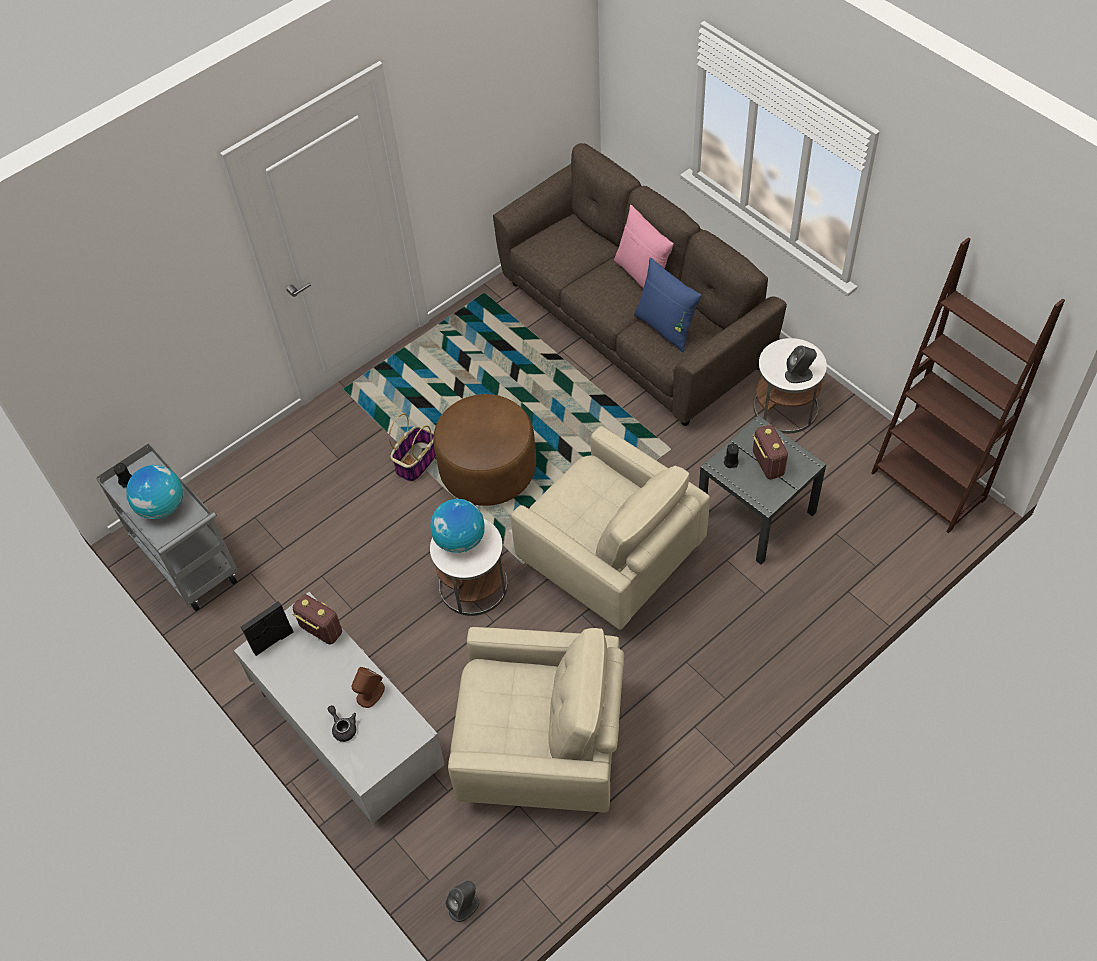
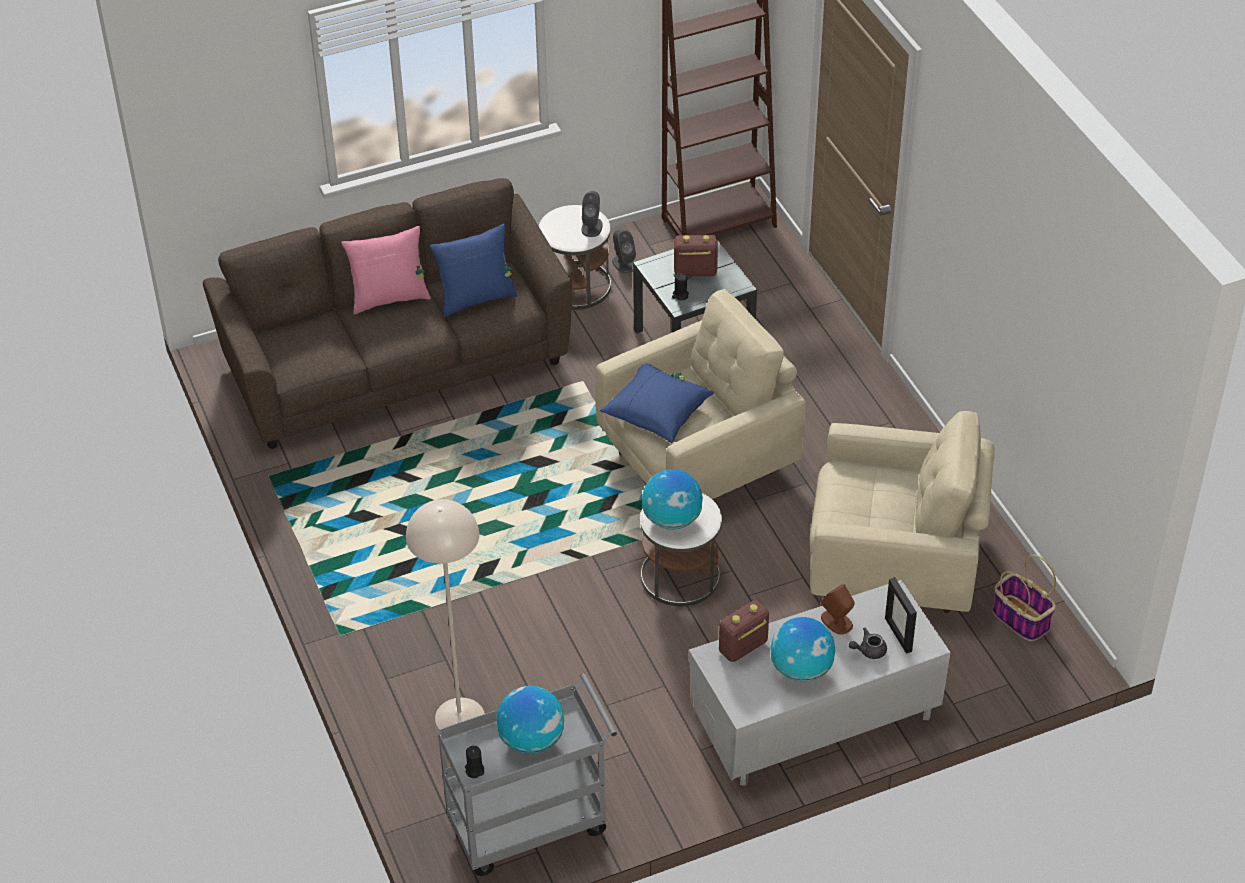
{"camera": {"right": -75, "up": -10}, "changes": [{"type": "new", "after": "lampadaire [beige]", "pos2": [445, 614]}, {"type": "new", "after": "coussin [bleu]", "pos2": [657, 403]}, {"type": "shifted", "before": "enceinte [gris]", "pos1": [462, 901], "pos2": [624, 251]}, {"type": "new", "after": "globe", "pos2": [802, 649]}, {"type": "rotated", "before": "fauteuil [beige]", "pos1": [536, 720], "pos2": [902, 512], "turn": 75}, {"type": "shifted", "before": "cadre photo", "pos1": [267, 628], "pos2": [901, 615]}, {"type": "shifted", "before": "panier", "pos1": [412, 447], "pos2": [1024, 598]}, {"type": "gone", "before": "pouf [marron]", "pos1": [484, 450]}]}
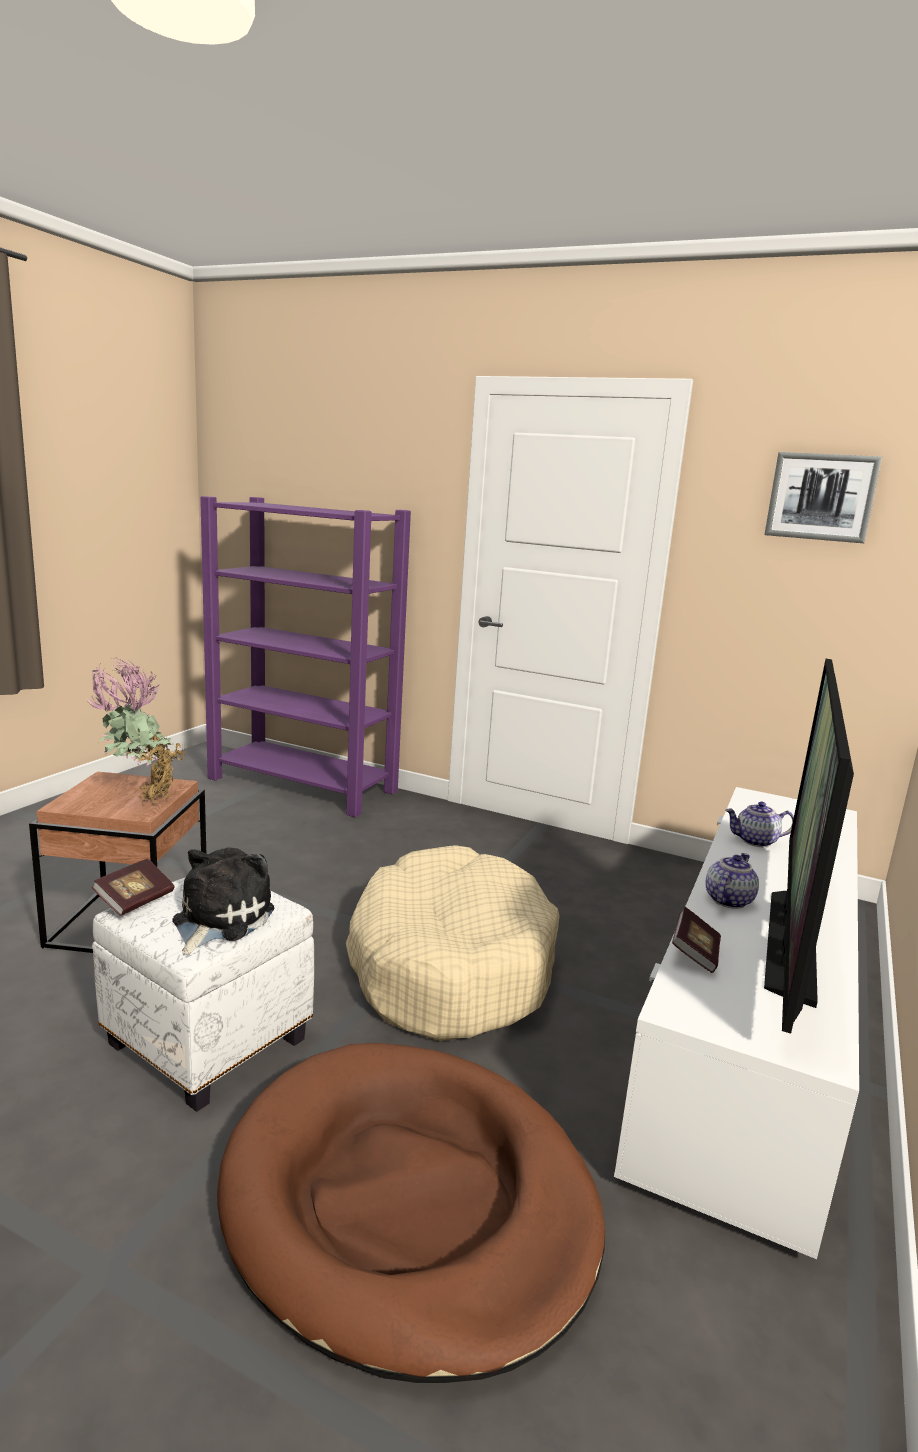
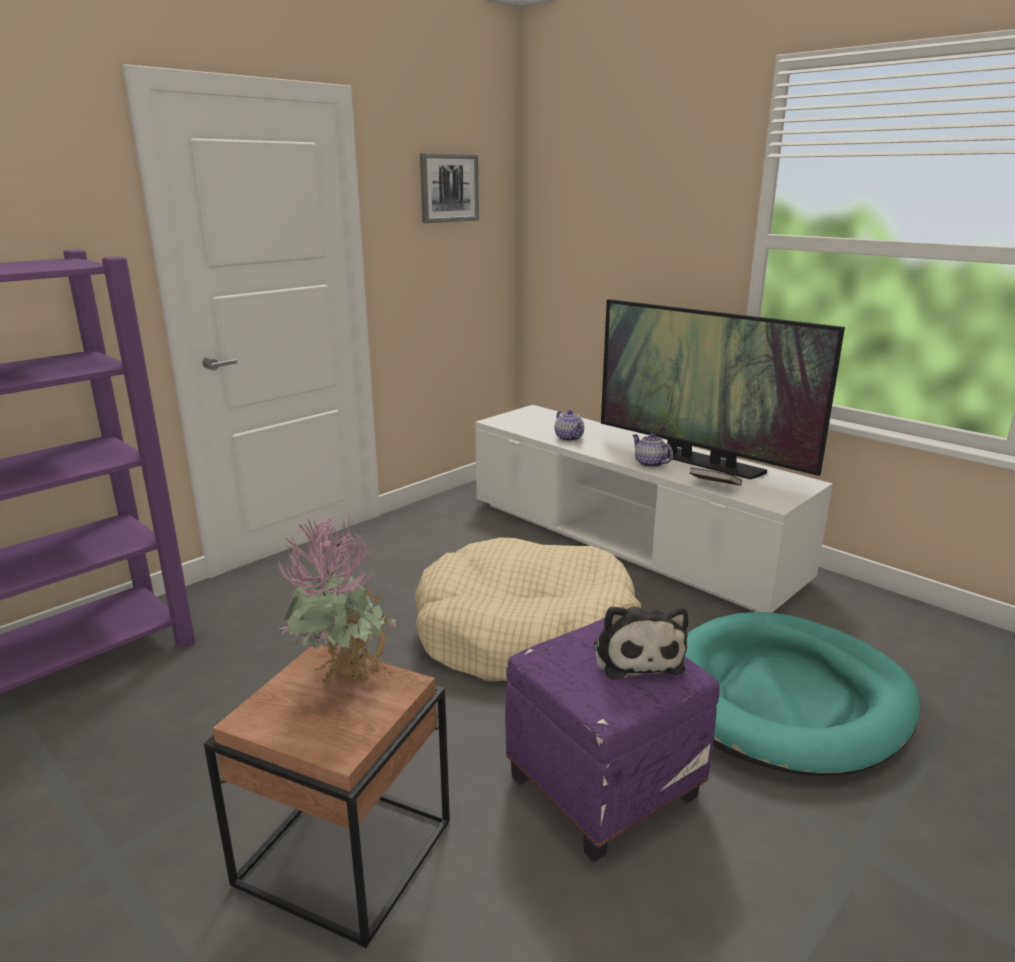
{"camera": {"right": -70, "up": 5}, "changes": [{"type": "repainted", "before": "pouf [blanc]", "after": "pouf [violet]", "pos1": [203, 994], "pos2": [612, 740]}, {"type": "rotated", "before": "théière", "pos1": [759, 824], "pos2": [569, 425], "turn": -45}, {"type": "rotated", "before": "peluche", "pos1": [223, 901], "pos2": [641, 643], "turn": -135}, {"type": "repainted", "before": "panier pour chien [marron]", "after": "panier pour chien [turquoise]", "pos1": [411, 1213], "pos2": [802, 694]}, {"type": "gone", "before": "livre", "pos1": [133, 887]}]}
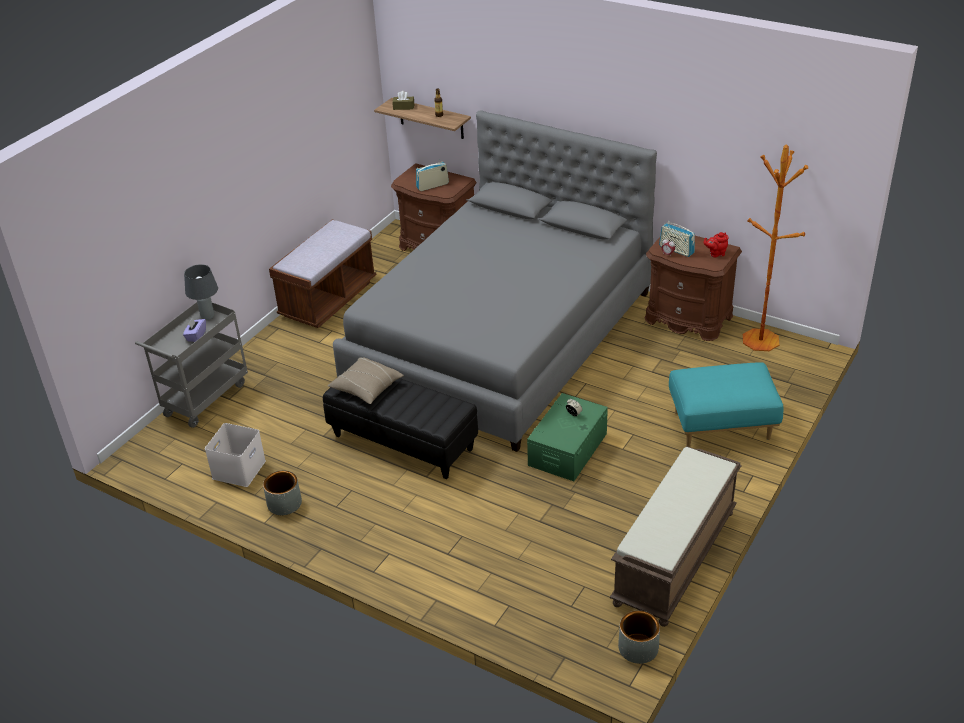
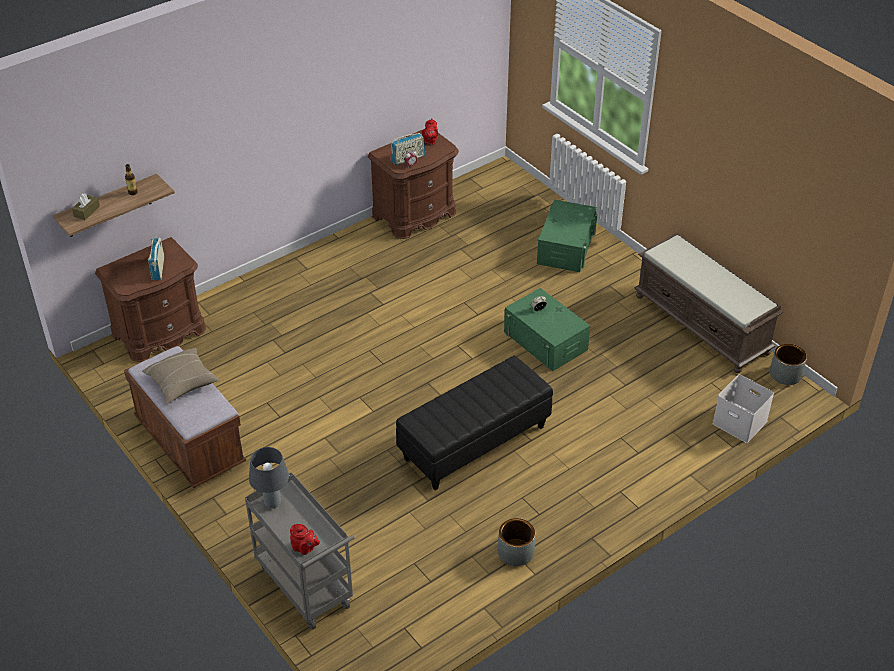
{"camera": {"right": -70, "up": 5}, "changes": [{"type": "shifted", "before": "coussin [beige]", "pos1": [365, 380], "pos2": [181, 375]}, {"type": "new", "after": "théière [rouge]", "pos2": [305, 539]}, {"type": "swapped", "before": "pouf [turquoise]", "after": "boîte de rangement [vert]", "pos1": [726, 404], "pos2": [567, 236]}, {"type": "shifted", "before": "boîte de rangement [blanc]", "pos1": [235, 455], "pos2": [743, 408]}, {"type": "gone", "before": "boîte à mouchoirs [violet]", "pos1": [194, 329]}, {"type": "gone", "before": "lit [gris]", "pos1": [495, 281]}, {"type": "gone", "before": "portant [orange]", "pos1": [775, 248]}]}
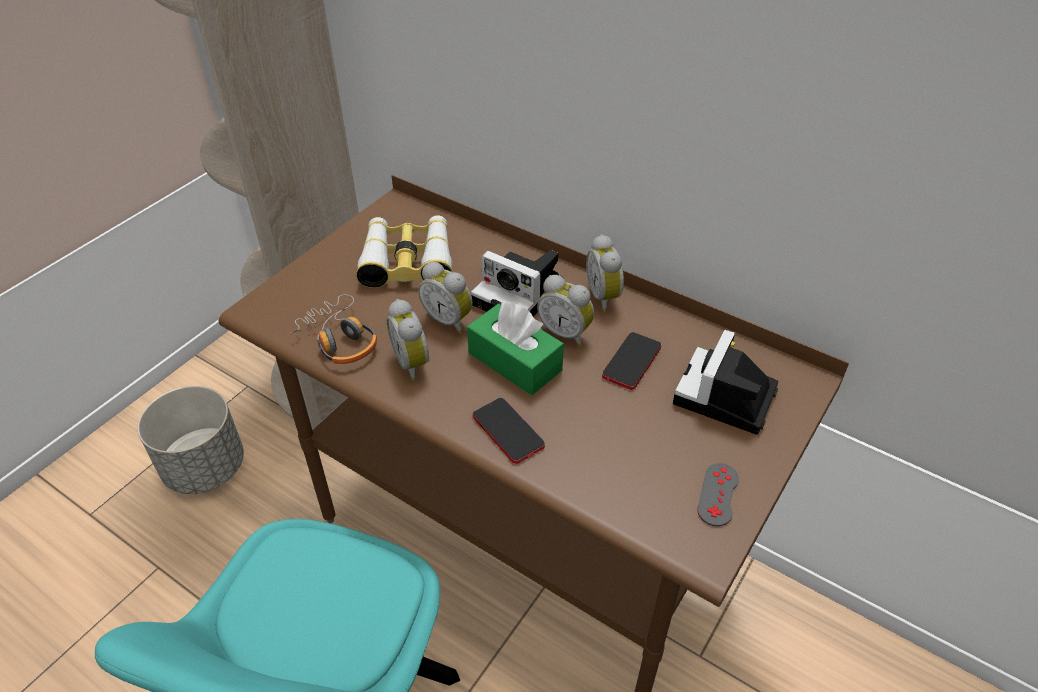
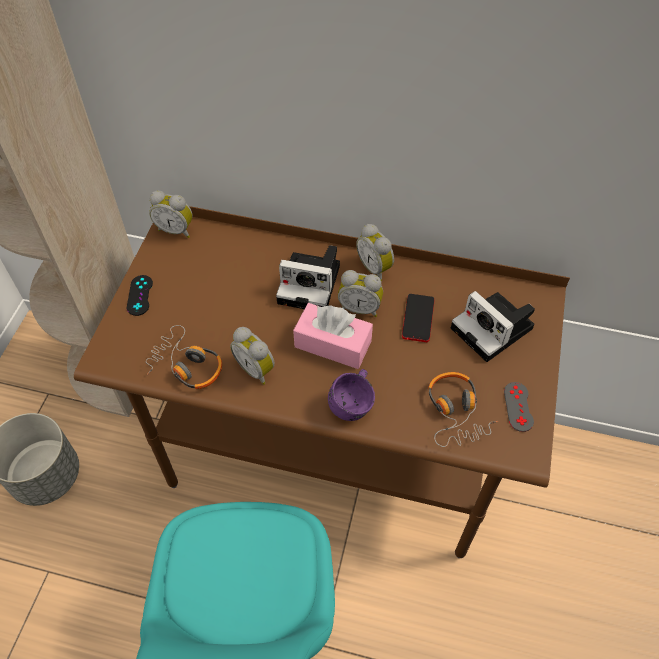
{"camera": {"right": -20, "up": 10}, "changes": [{"type": "new", "after": "manette [noir]", "pos2": [140, 295]}, {"type": "shifted", "before": "réveil", "pos1": [445, 298], "pos2": [171, 214]}, {"type": "repainted", "before": "boîte à mouchoirs [vert]", "after": "boîte à mouchoirs [rose]", "pos1": [515, 348], "pos2": [333, 336]}, {"type": "swapped", "before": "téléphone", "after": "mug [violet]", "pos1": [509, 431], "pos2": [351, 395]}, {"type": "new", "after": "casque audio", "pos2": [463, 409]}, {"type": "rotated", "before": "appareil photo", "pos1": [725, 382], "pos2": [493, 326], "turn": -45}, {"type": "gone", "before": "jumelles", "pos1": [404, 251]}]}
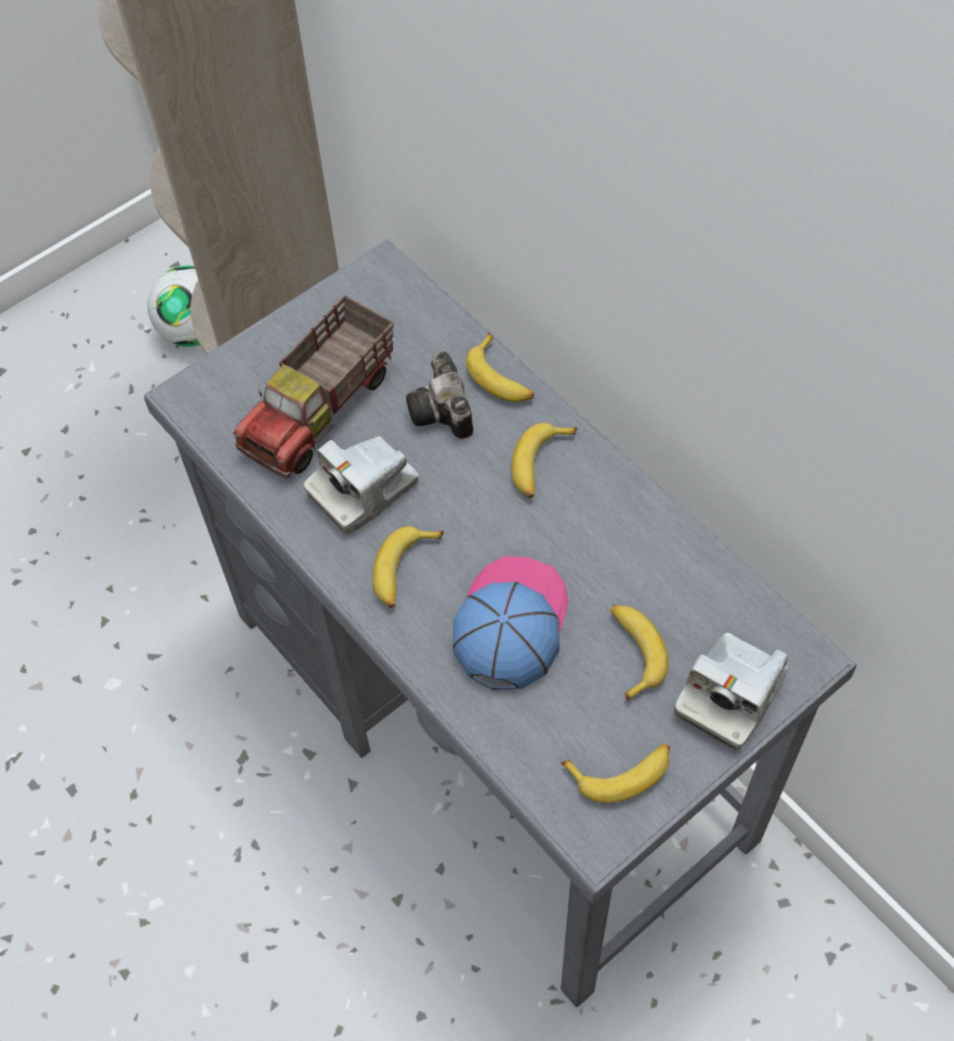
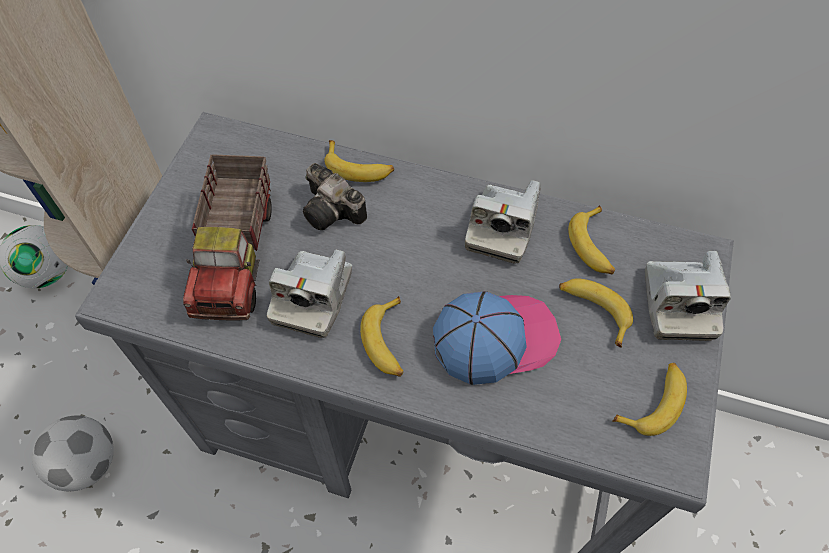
{"camera": {"right": -35, "up": 0}, "changes": [{"type": "new", "after": "ballon de foot", "pos2": [73, 453]}, {"type": "rotated", "before": "casquette", "pos1": [510, 623], "pos2": [497, 338], "turn": 90}, {"type": "new", "after": "appareil photo", "pos2": [503, 222]}, {"type": "shifted", "before": "banane", "pos1": [544, 460], "pos2": [591, 239]}]}
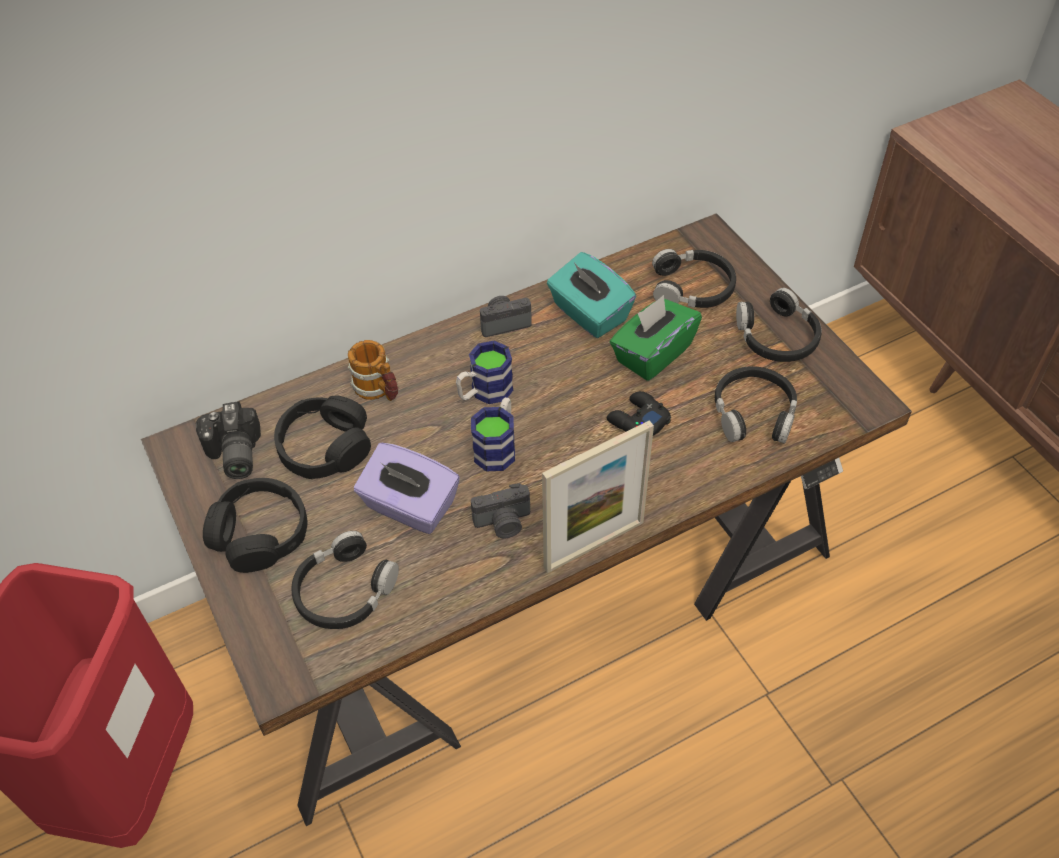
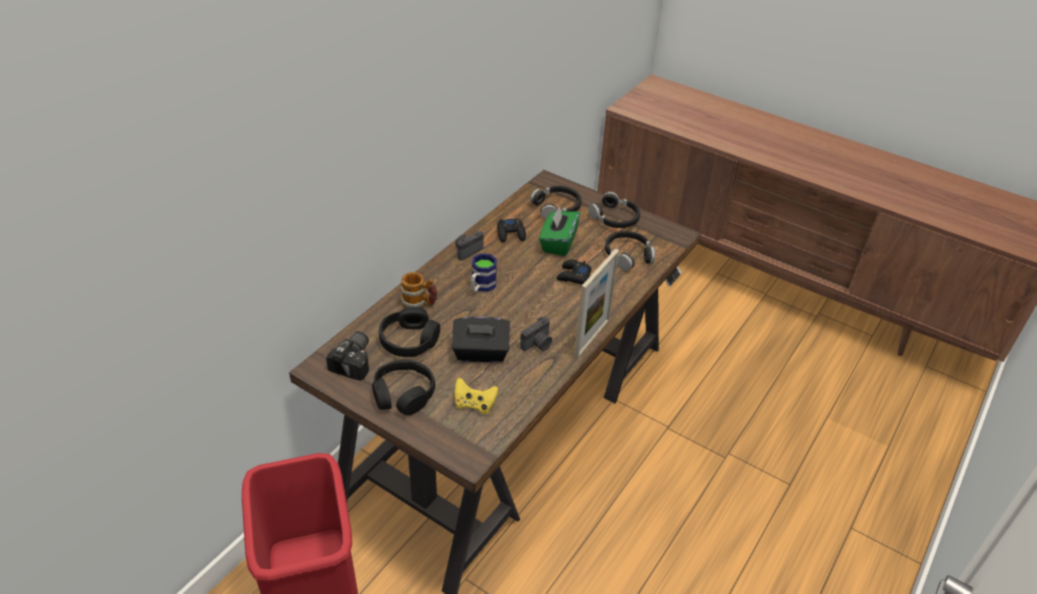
{"camera": {"right": -30, "up": -10}, "changes": [{"type": "rotated", "before": "appareil photo", "pos1": [228, 440], "pos2": [347, 356], "turn": -120}, {"type": "repainted", "before": "boîte à mouchoirs [violet]", "after": "boîte à mouchoirs [noir]", "pos1": [407, 488], "pos2": [481, 339]}, {"type": "swapped", "before": "casque audio [noir]", "after": "manette [jaune]", "pos1": [345, 580], "pos2": [476, 395]}, {"type": "swapped", "before": "boîte à mouchoirs [turquoise]", "after": "manette [noir]", "pos1": [591, 295], "pos2": [511, 230]}, {"type": "gone", "before": "mug", "pos1": [493, 434]}]}
